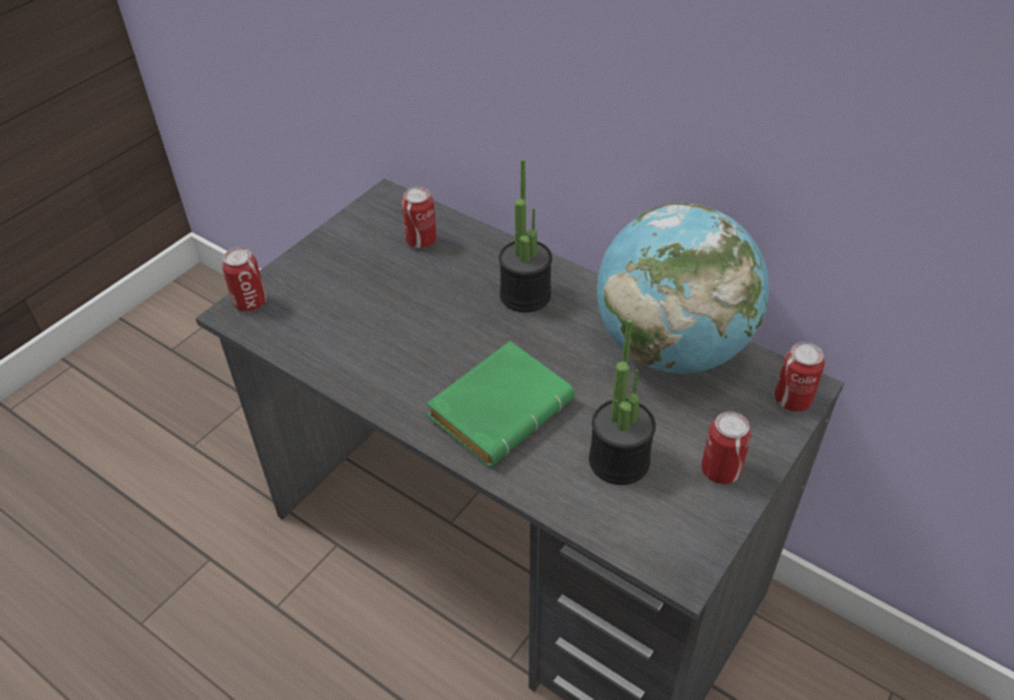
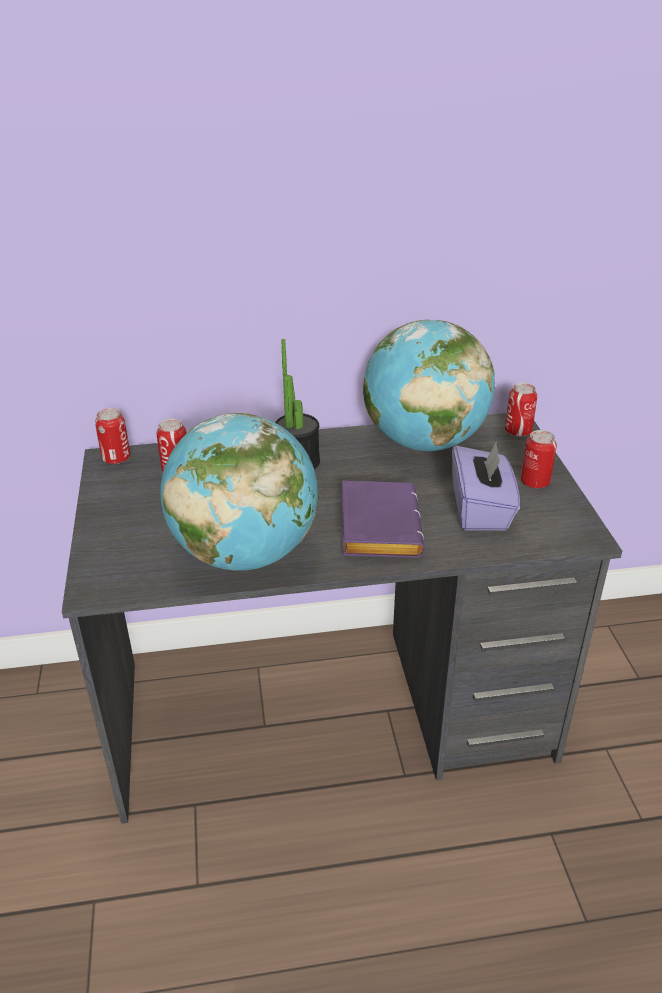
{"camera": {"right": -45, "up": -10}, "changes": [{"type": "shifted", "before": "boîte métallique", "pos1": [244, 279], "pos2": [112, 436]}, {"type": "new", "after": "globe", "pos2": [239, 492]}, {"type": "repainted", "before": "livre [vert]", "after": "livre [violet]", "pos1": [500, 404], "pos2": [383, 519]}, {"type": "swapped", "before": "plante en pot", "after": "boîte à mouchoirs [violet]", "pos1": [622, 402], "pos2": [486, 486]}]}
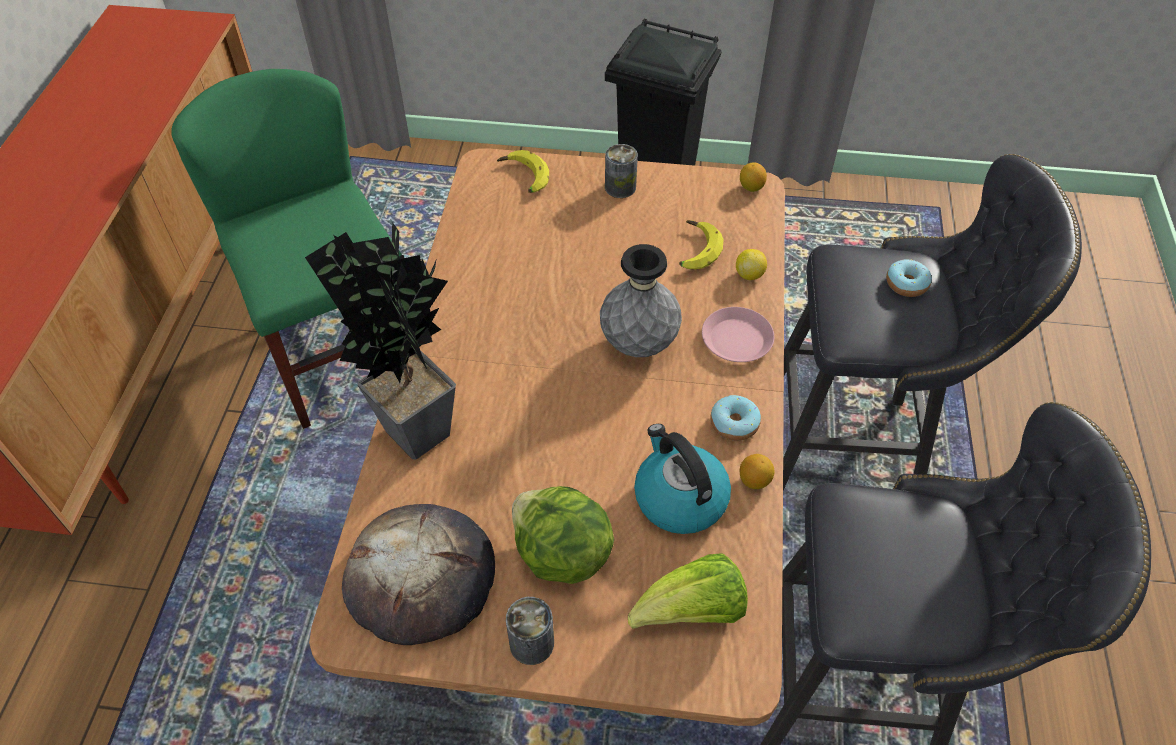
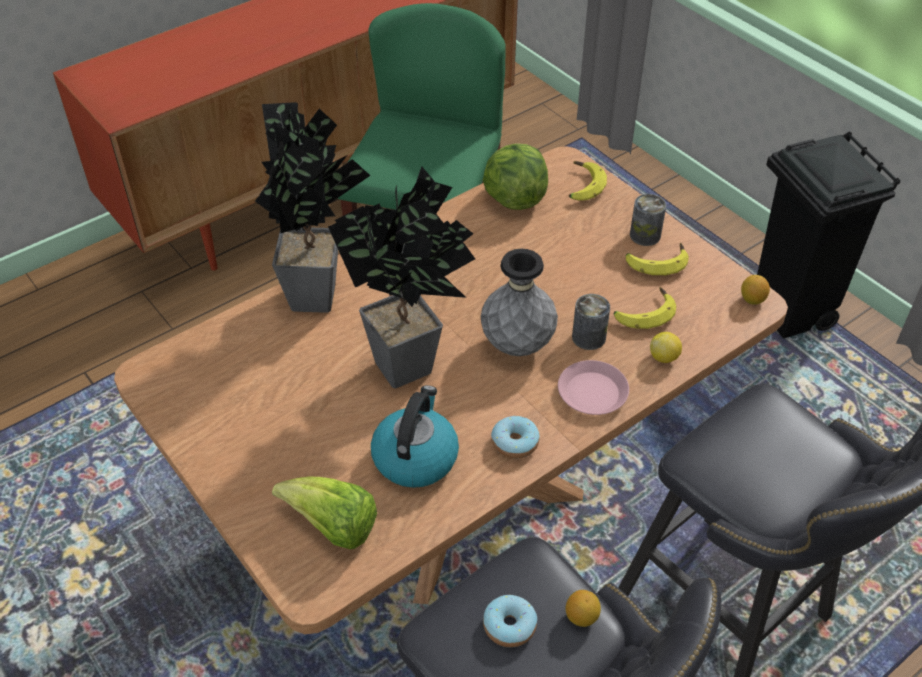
{"camera": {"right": 45, "up": -5}, "changes": [{"type": "new", "after": "plante en pot", "pos2": [401, 277]}, {"type": "shifted", "before": "laitue", "pos1": [563, 535], "pos2": [515, 176]}, {"type": "shifted", "before": "beignet", "pos1": [909, 278], "pos2": [510, 621]}, {"type": "shifted", "before": "citron", "pos1": [757, 471], "pos2": [583, 608]}, {"type": "shifted", "before": "boîte métallique", "pos1": [530, 631], "pos2": [591, 322]}, {"type": "new", "after": "banane", "pos2": [657, 259]}, {"type": "gone", "before": "pain", "pos1": [418, 574]}]}
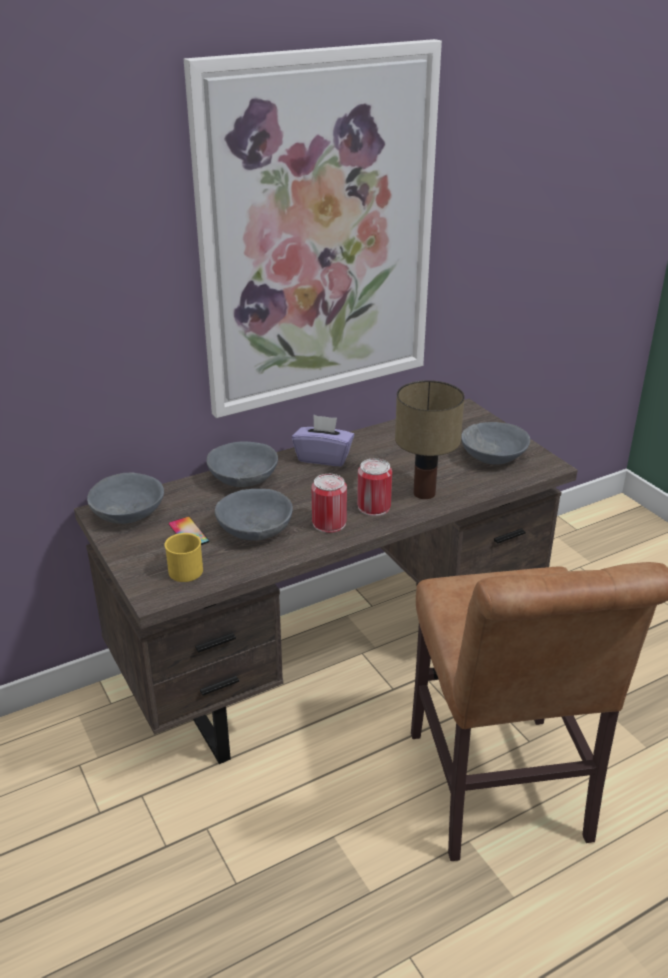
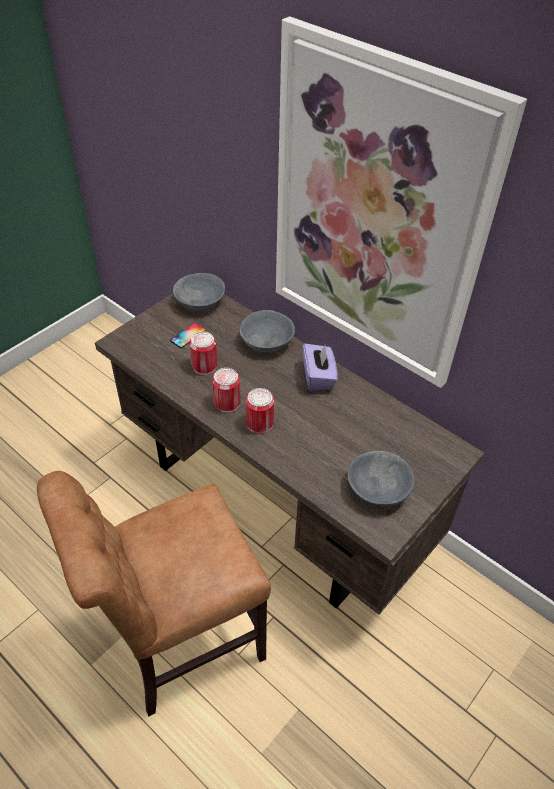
{"camera": {"right": 70, "up": 15}, "changes": [{"type": "swapped", "before": "bol [gris]", "after": "boîte métallique", "pos1": [254, 515], "pos2": [203, 353]}, {"type": "gone", "before": "mug [jaune]", "pos1": [183, 557]}, {"type": "gone", "before": "lampe de table", "pos1": [430, 439]}]}
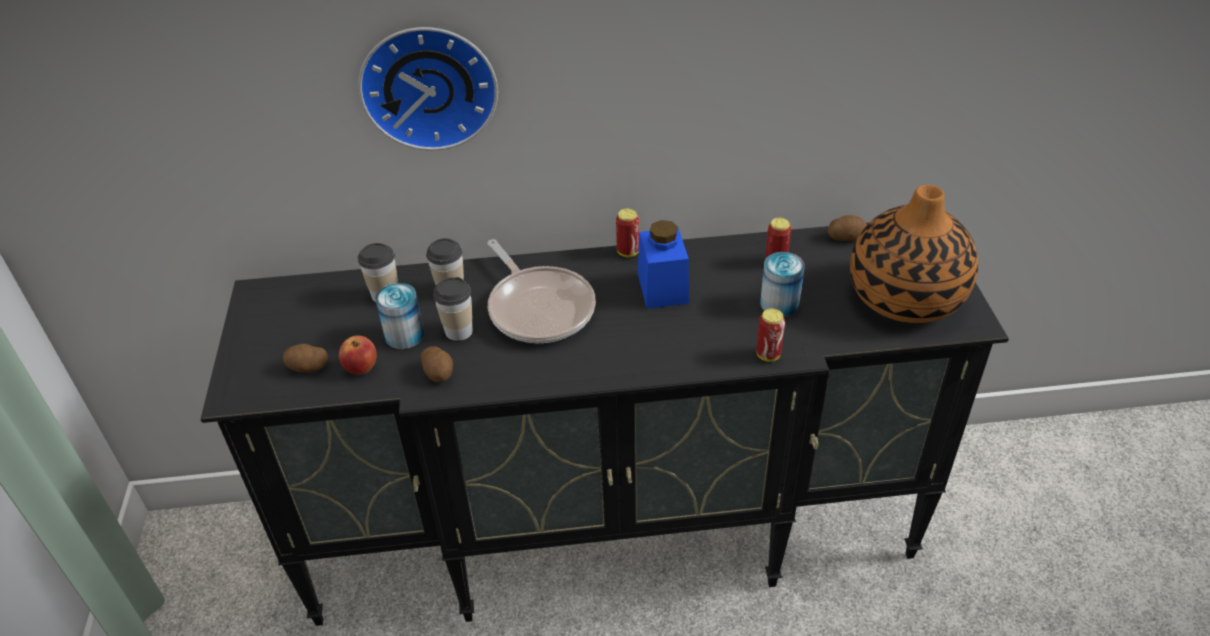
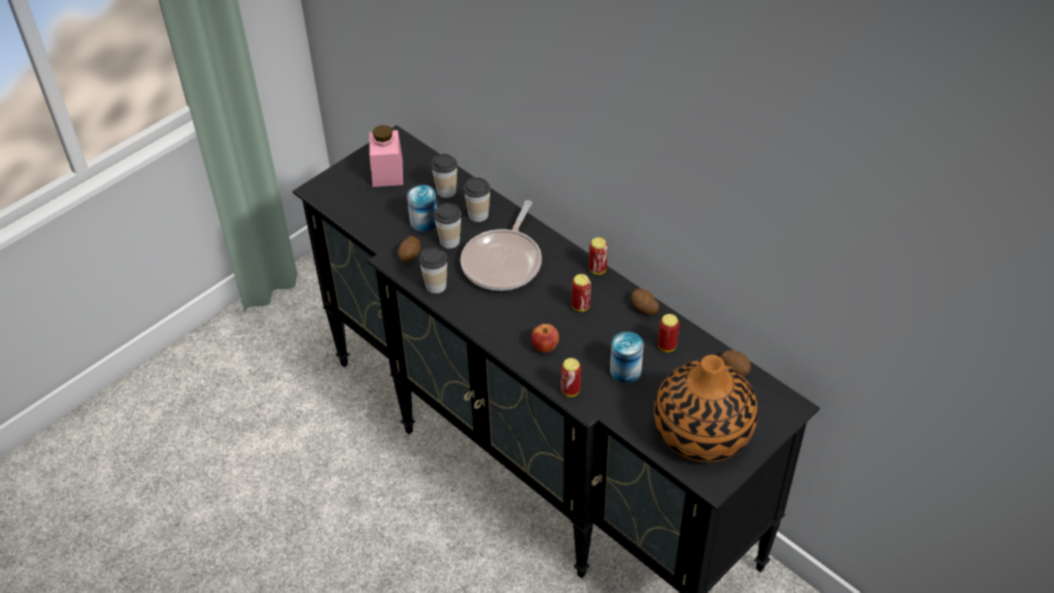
{"camera": {"right": 50, "up": 5}, "changes": [{"type": "new", "after": "bocal [rose]", "pos2": [386, 156]}, {"type": "new", "after": "tasse", "pos2": [433, 270]}, {"type": "shifted", "before": "pomme", "pos1": [357, 355], "pos2": [545, 338]}, {"type": "swapped", "before": "bocal [bleu]", "after": "boîte métallique", "pos1": [663, 264], "pos2": [581, 293]}, {"type": "shifted", "before": "pomme de terre", "pos1": [305, 358], "pos2": [645, 302]}, {"type": "gone", "before": "horloge murale", "pos1": [428, 88]}]}
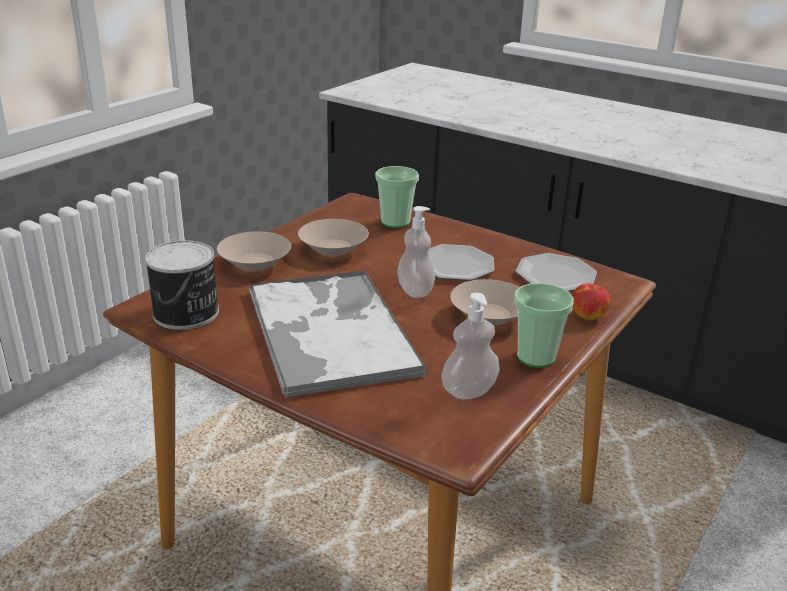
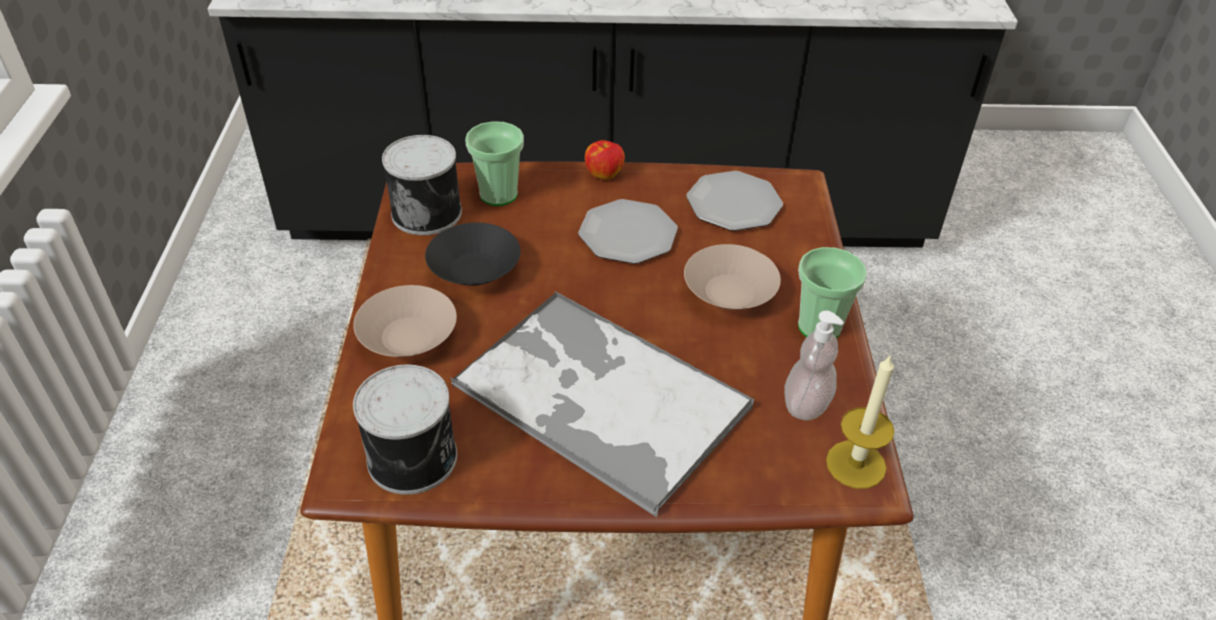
{"camera": {"right": -35, "up": 15}, "changes": [{"type": "new", "after": "boîte métallique", "pos2": [422, 185]}, {"type": "repainted", "before": "bol [beige]", "after": "bol [noir]", "pos1": [333, 237], "pos2": [472, 254]}, {"type": "shifted", "before": "pomme", "pos1": [591, 302], "pos2": [605, 160]}, {"type": "new", "after": "bougie", "pos2": [860, 421]}, {"type": "gone", "before": "distributeur de savon", "pos1": [416, 252]}]}
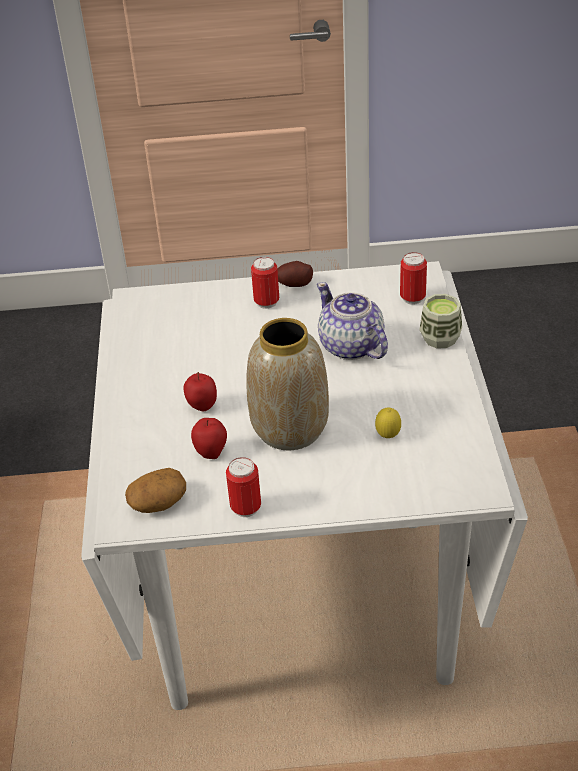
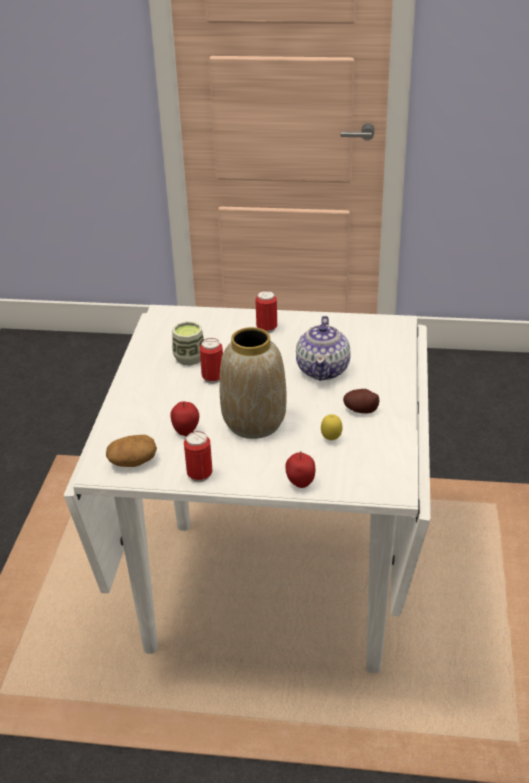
{"camera": {"right": 10, "up": -5}, "changes": [{"type": "shifted", "before": "tasse", "pos1": [440, 321], "pos2": [188, 343]}, {"type": "shifted", "before": "boîte métallique", "pos1": [413, 278], "pos2": [211, 361]}, {"type": "shifted", "before": "pomme", "pos1": [200, 391], "pos2": [300, 469]}, {"type": "rotated", "before": "théière", "pos1": [352, 321], "pos2": [323, 348], "turn": -150}, {"type": "shifted", "before": "pomme de terre", "pos1": [295, 274], "pos2": [361, 401]}]}
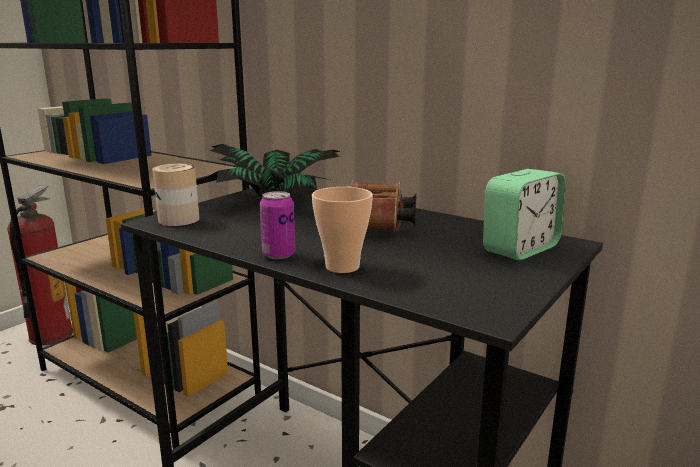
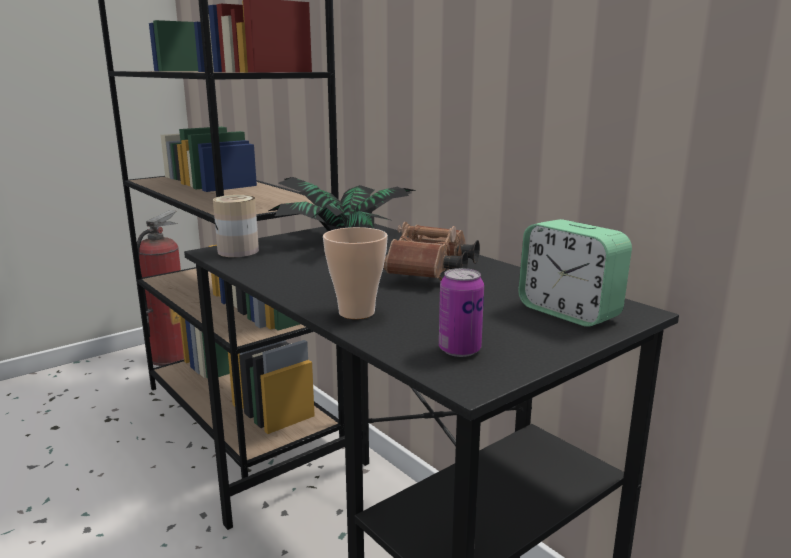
{"camera": {"right": 15, "up": 0}, "changes": [{"type": "shifted", "before": "boîte métallique", "pos1": [277, 225], "pos2": [461, 312]}, {"type": "rotated", "before": "réveil", "pos1": [524, 214], "pos2": [575, 273], "turn": 75}]}
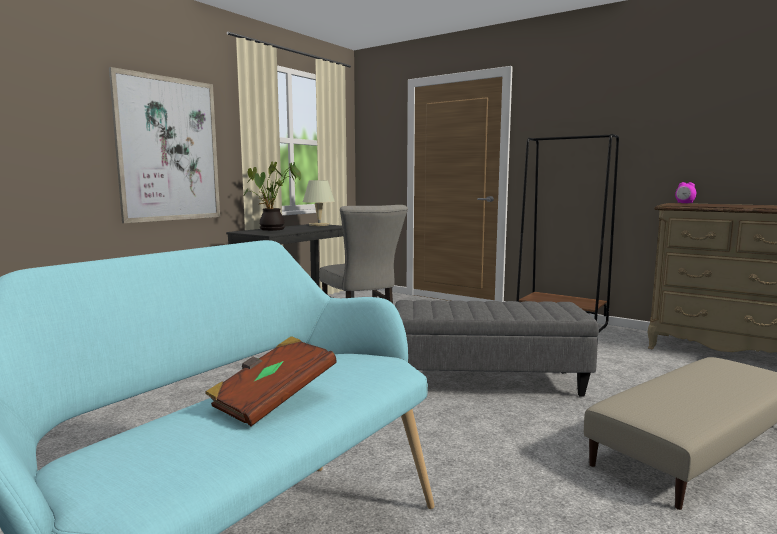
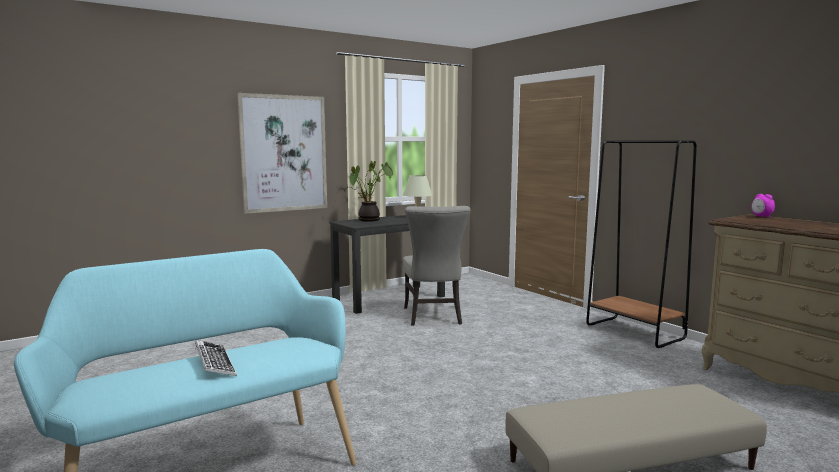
{"camera": {"right": 20, "up": 0}, "changes": [{"type": "swapped", "before": "livre [marron]", "after": "clavier", "pos1": [271, 381], "pos2": [216, 358]}, {"type": "gone", "before": "pouf [gris]", "pos1": [497, 348]}]}
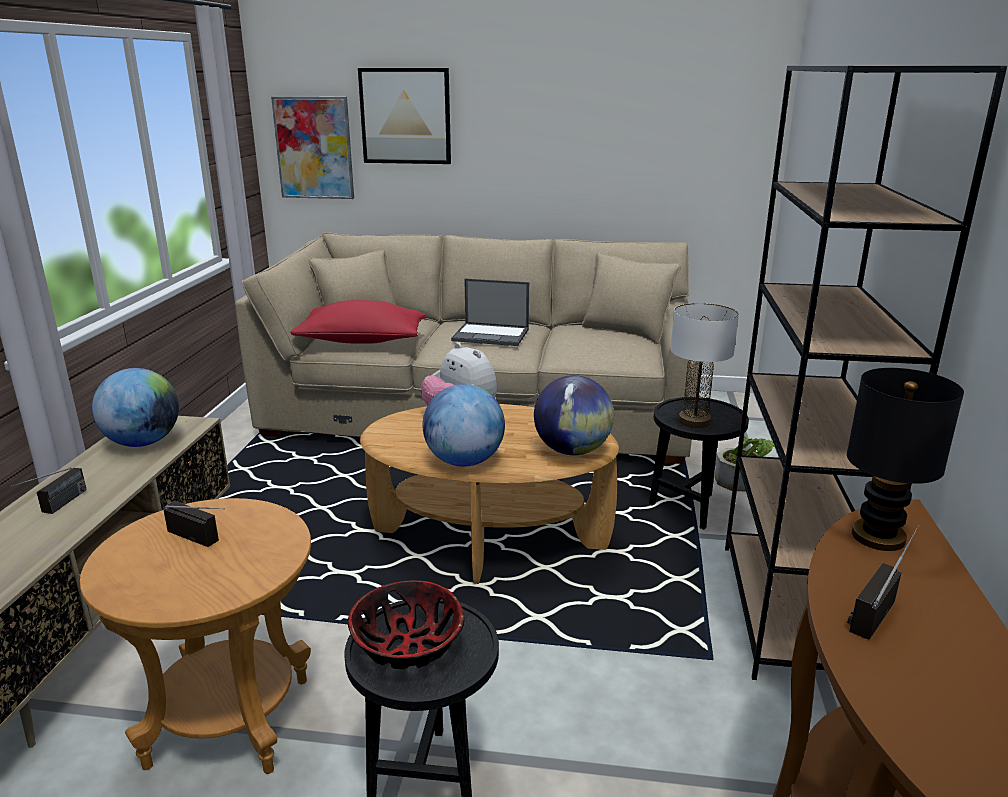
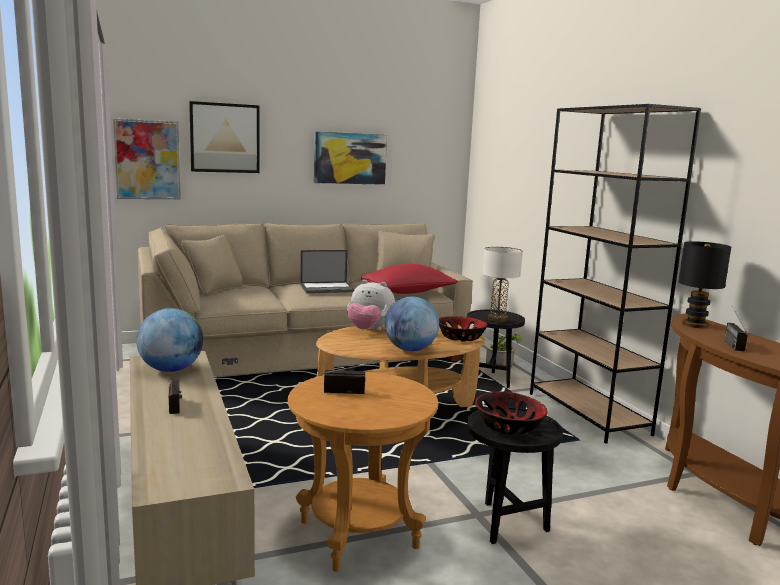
{"camera": {"right": -30, "up": -10}, "changes": [{"type": "new", "after": "tableau", "pos2": [350, 158]}, {"type": "shifted", "before": "coussin [rouge]", "pos1": [358, 322], "pos2": [409, 279]}, {"type": "swapped", "before": "globe", "after": "bol", "pos1": [574, 415], "pos2": [463, 329]}]}
